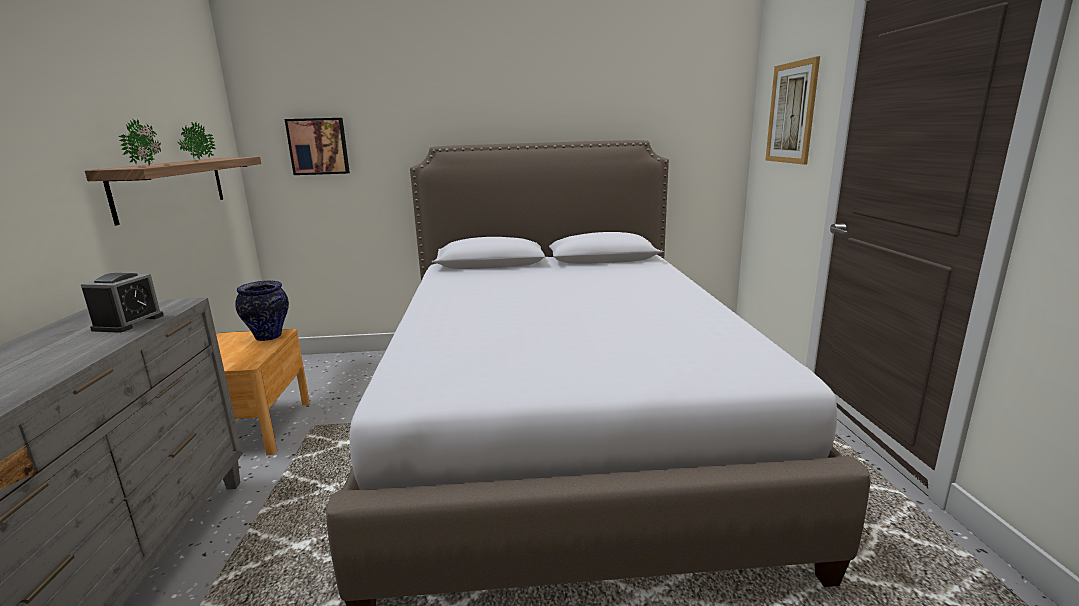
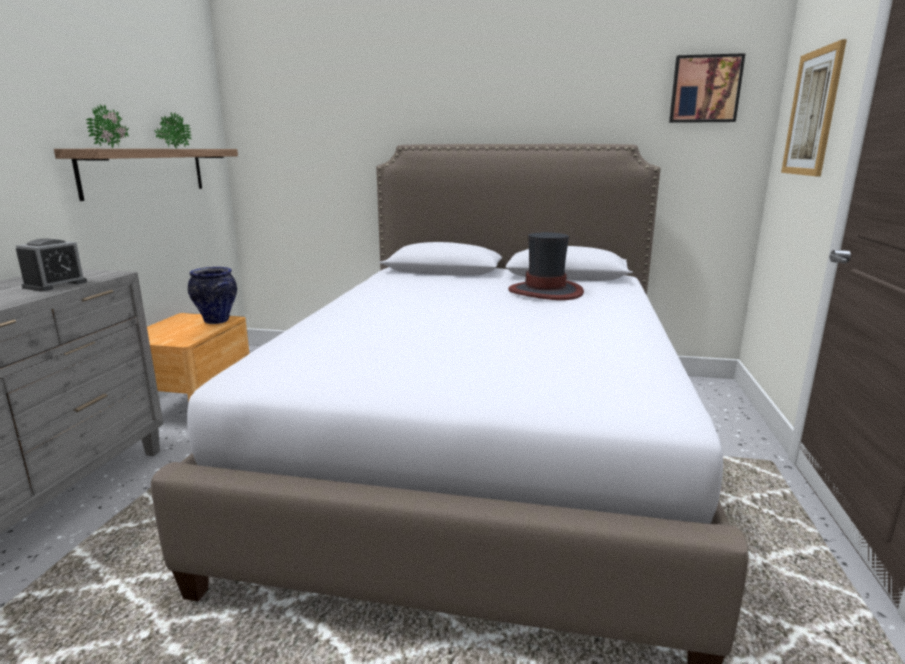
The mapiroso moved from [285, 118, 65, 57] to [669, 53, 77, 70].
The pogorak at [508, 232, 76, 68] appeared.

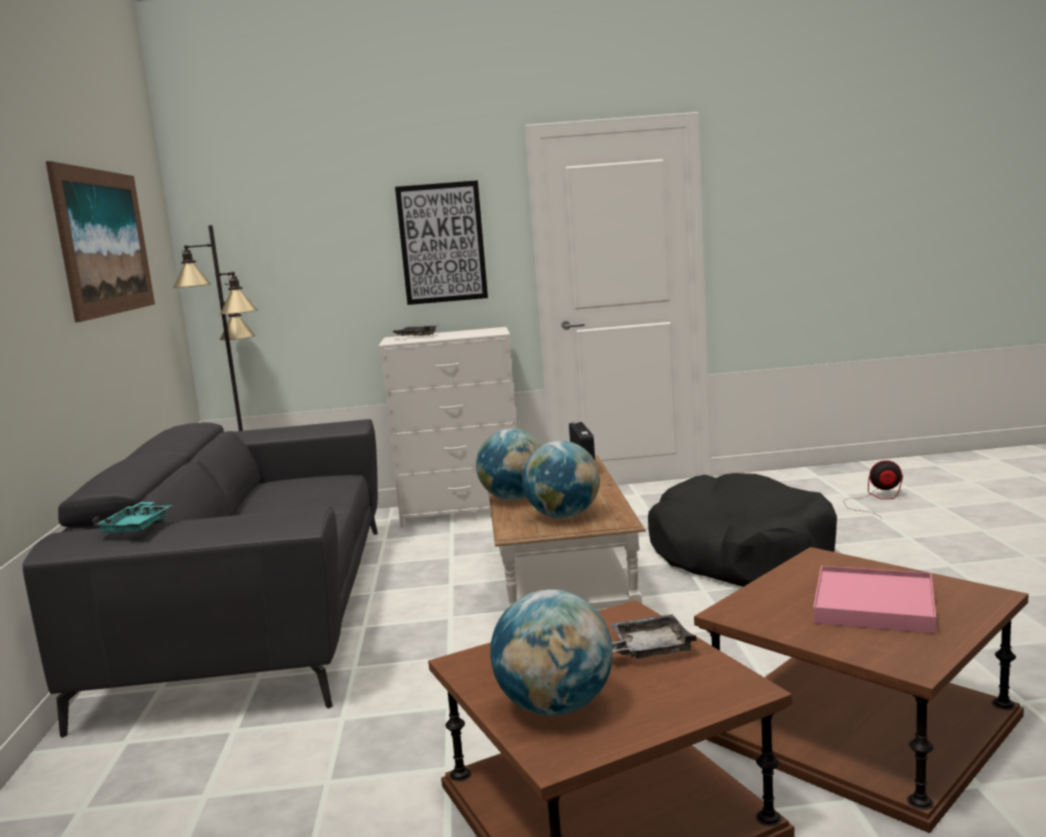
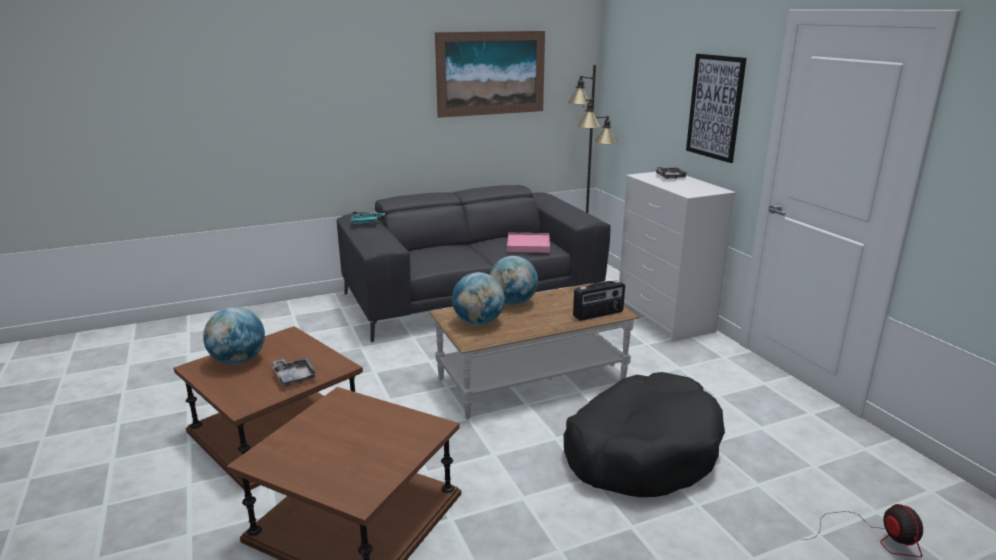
The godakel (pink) moved from [813, 566, 123, 68] to [507, 233, 43, 20].

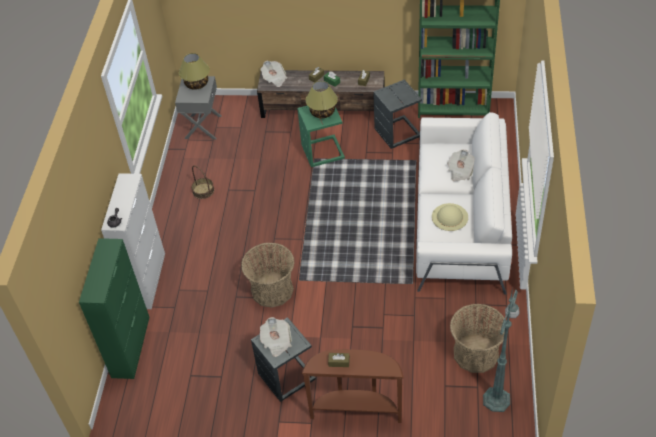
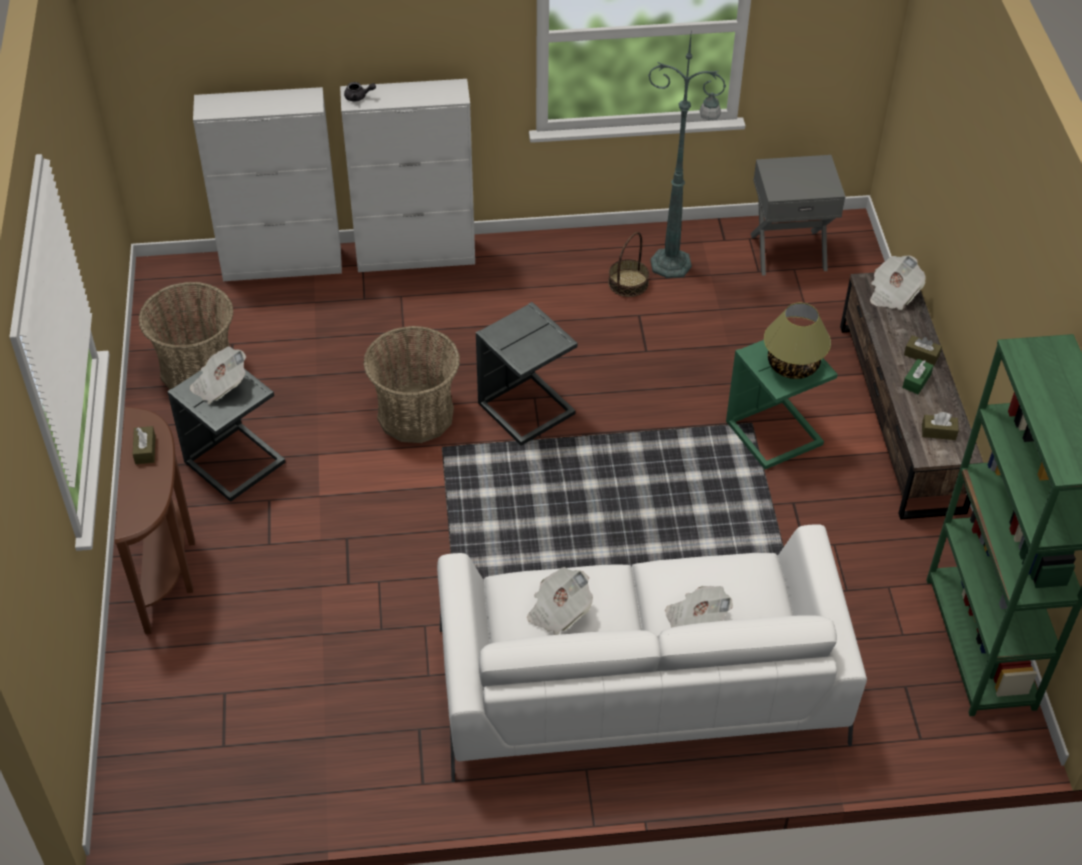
The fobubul at [179, 53, 31, 37] disappeared.
The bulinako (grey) moved from [373, 80, 49, 69] to [476, 302, 102, 144].
The pogorak (beige) at [432, 203, 36, 28] was replaced by the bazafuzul at [527, 567, 66, 68].
The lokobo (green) at [79, 238, 70, 141] became the lokobo (white) at [193, 87, 149, 194].
The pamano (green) moved from [483, 287, 36, 125] to [648, 36, 78, 242].
The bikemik moved from [450, 304, 55, 69] to [138, 282, 96, 108].

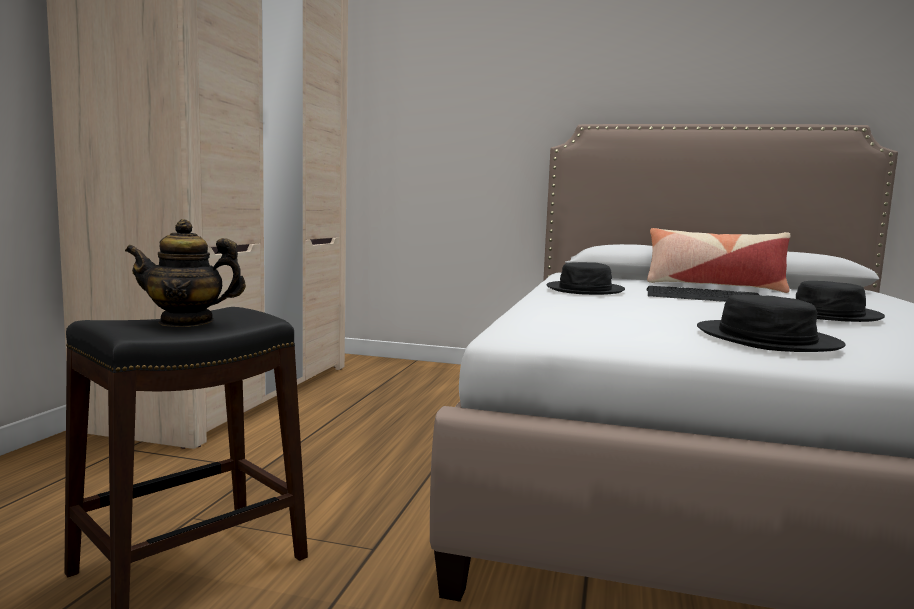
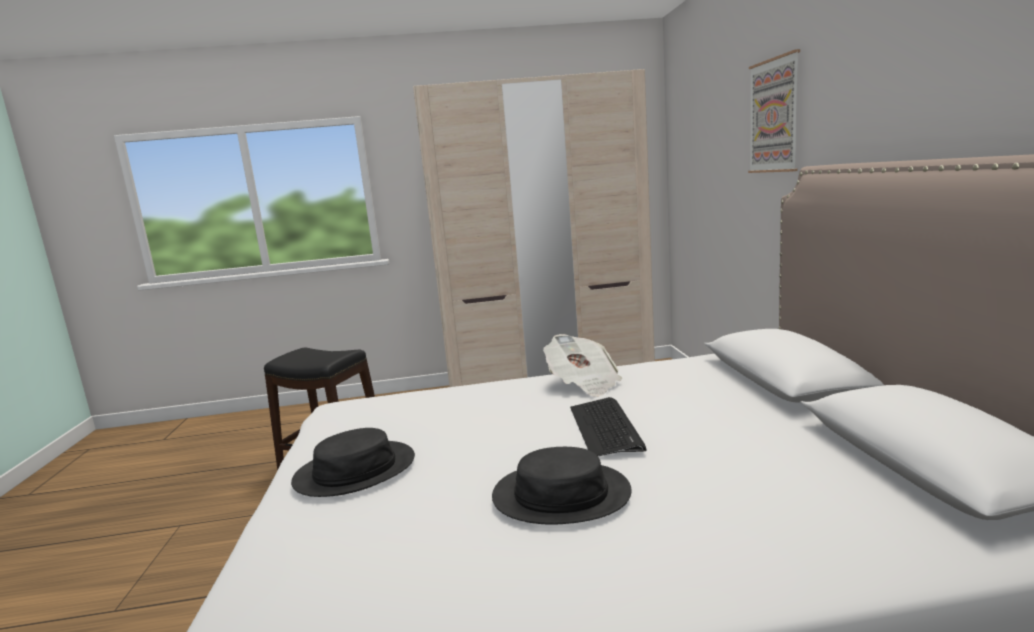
The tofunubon at [125, 219, 121, 108] disappeared.
The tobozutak at [647, 228, 143, 65] disappeared.
The pogorak (black) at [546, 262, 79, 33] was replaced by the bazafuzul at [543, 334, 79, 63].
The mapiroso at [748, 49, 52, 124] appeared.

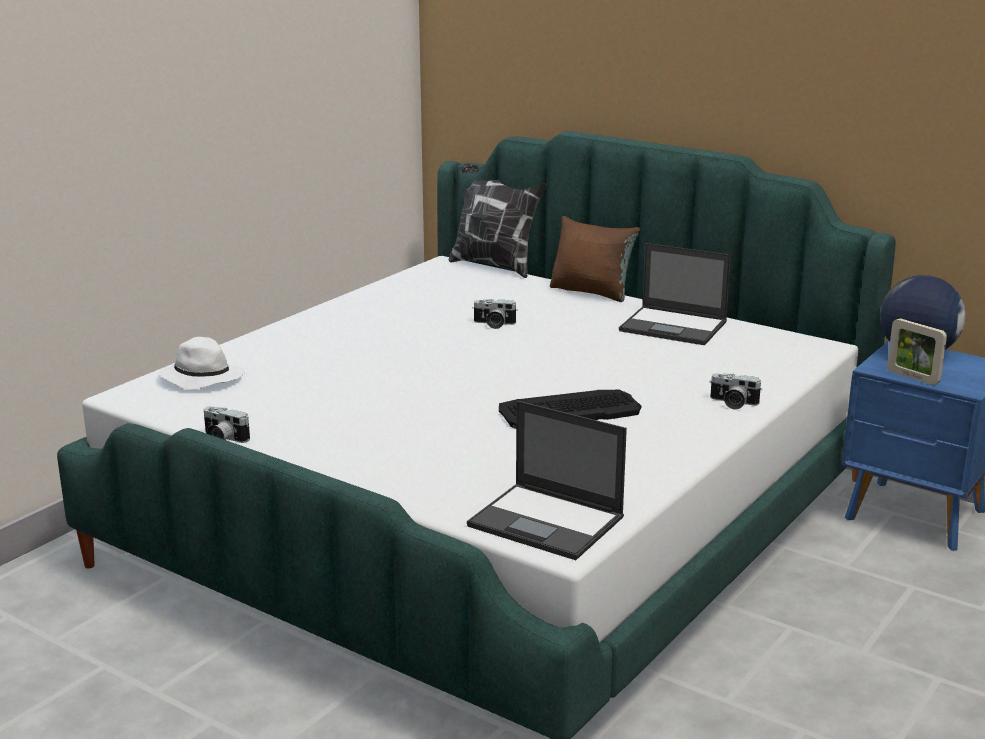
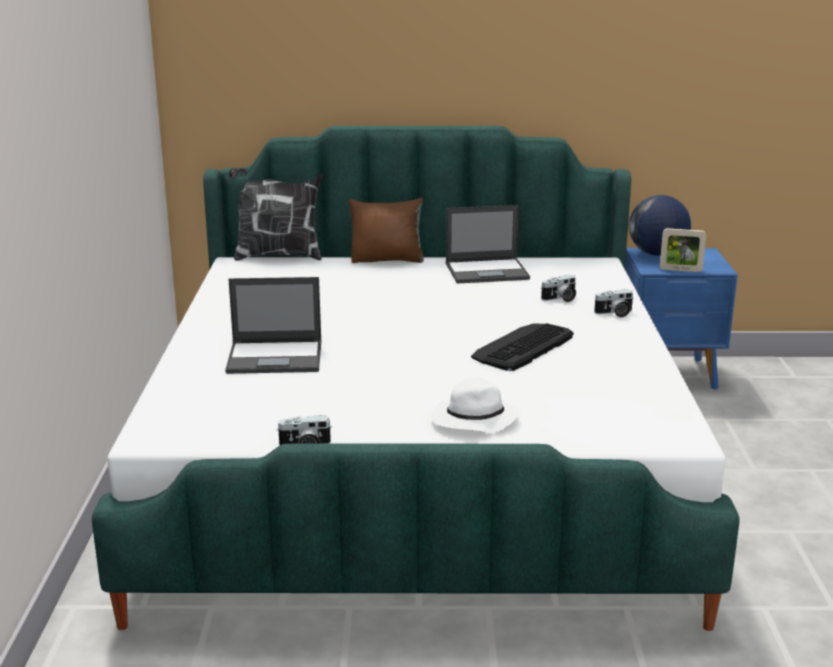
The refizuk moved from [472, 299, 46, 30] to [541, 275, 35, 27].
The pogorak (white) moved from [159, 337, 86, 53] to [431, 377, 89, 56].
The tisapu moved from [467, 401, 160, 159] to [225, 277, 96, 97].

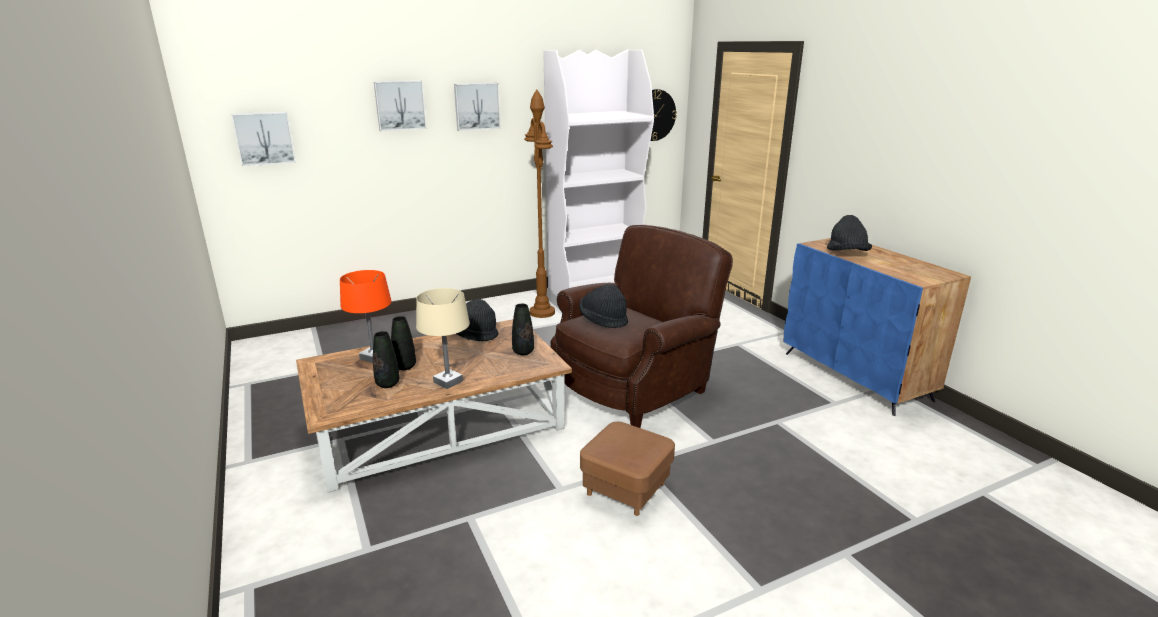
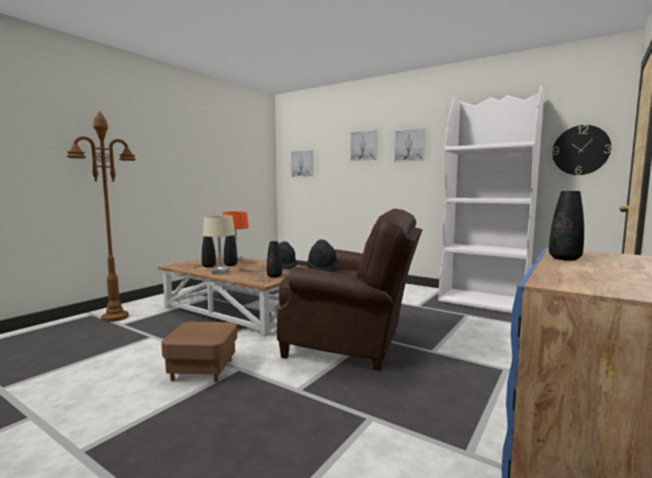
The pamano (brown) moved from [524, 89, 31, 229] to [67, 111, 69, 211].
The pogorak (black) at [827, 215, 45, 36] was replaced by the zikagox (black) at [549, 191, 35, 70].

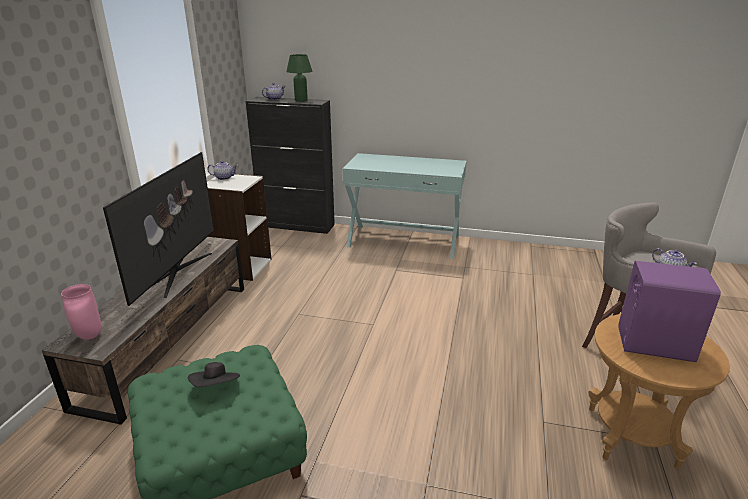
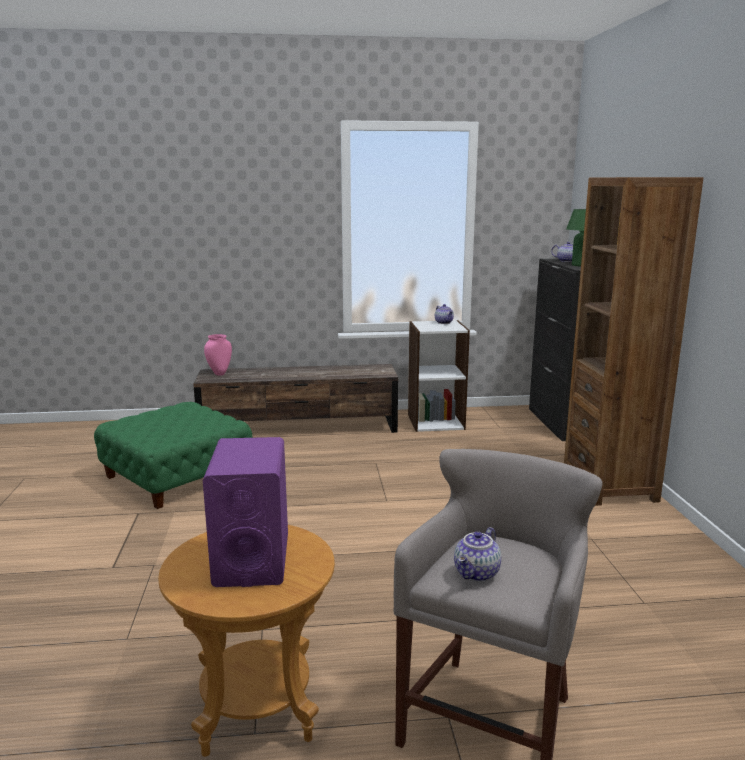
The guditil at [103, 152, 111, 154] disappeared.
The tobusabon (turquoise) at [343, 153, 124, 106] was replaced by the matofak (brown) at [564, 177, 139, 329].
The pogorak (black) at [188, 362, 52, 25] disappeared.

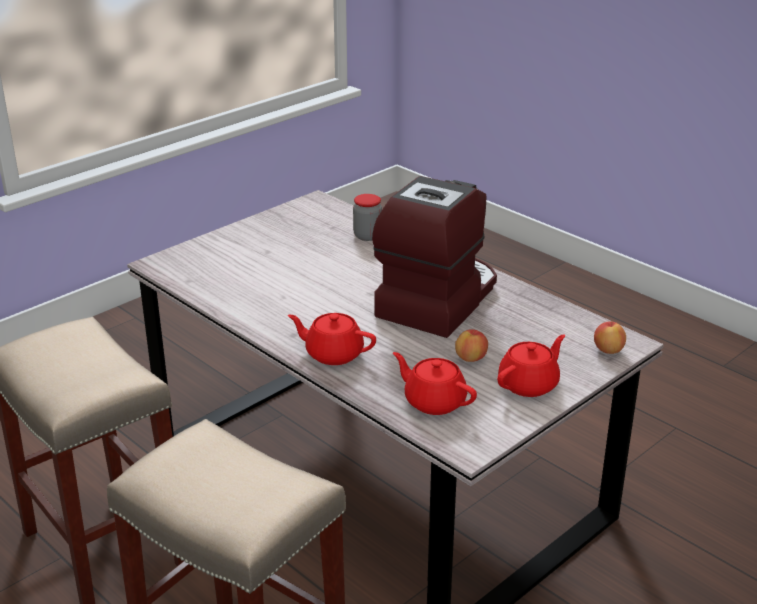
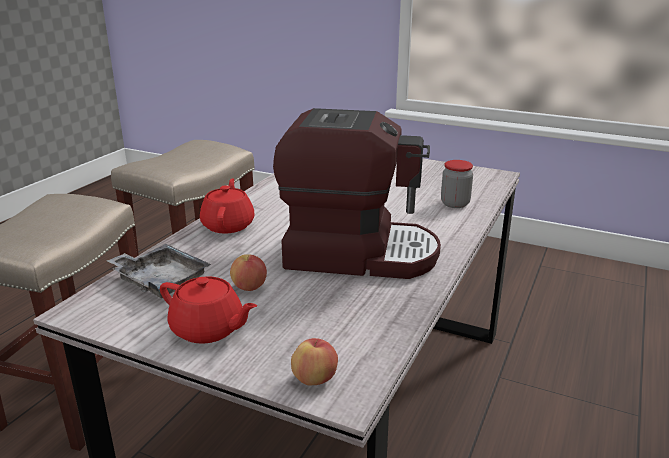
The tofunubon (red) at [393, 352, 84, 63] was replaced by the godakel (grey) at [107, 244, 104, 54].

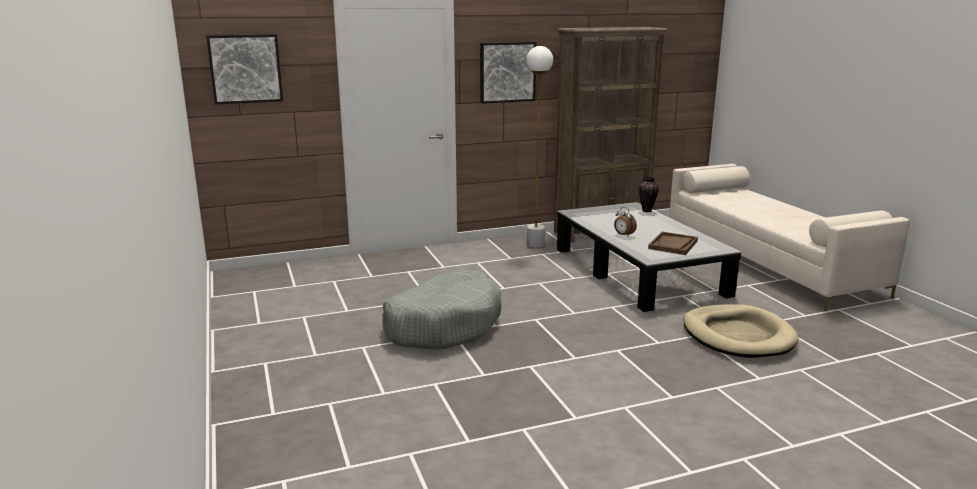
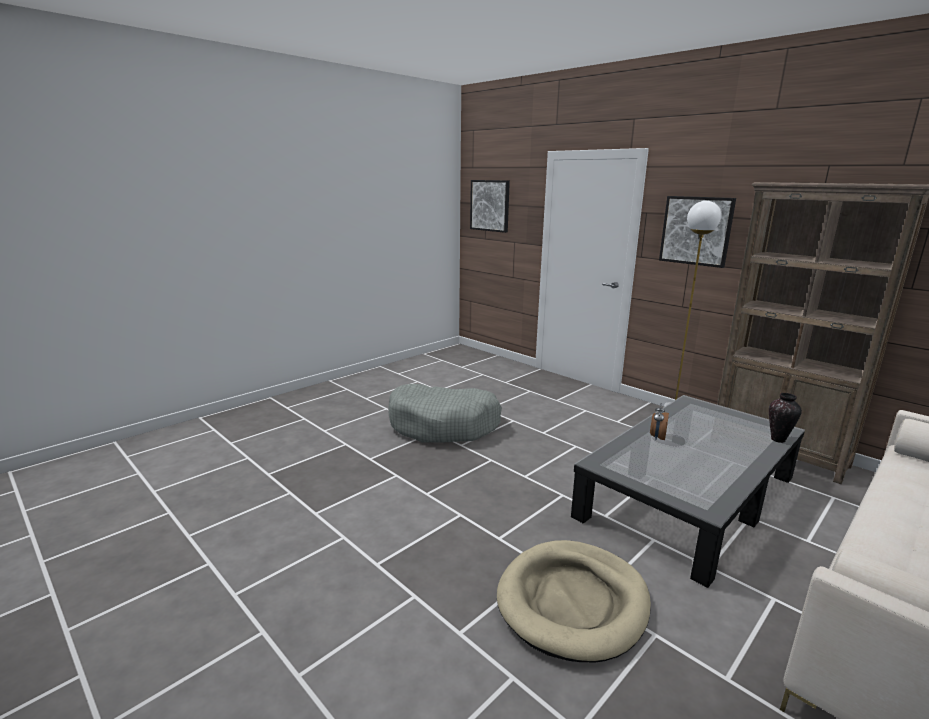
The godakel (brown) at [648, 232, 50, 23] disappeared.

